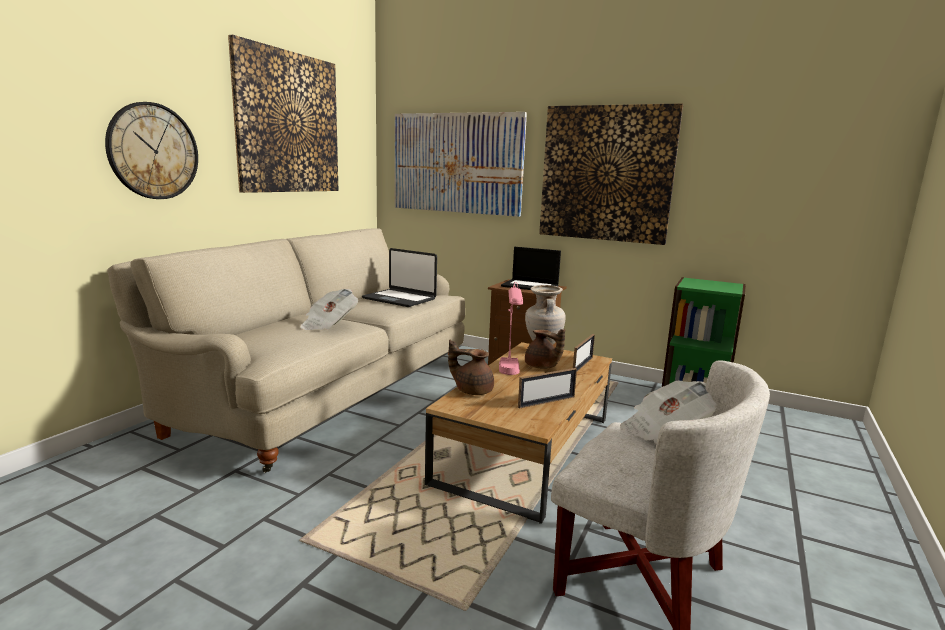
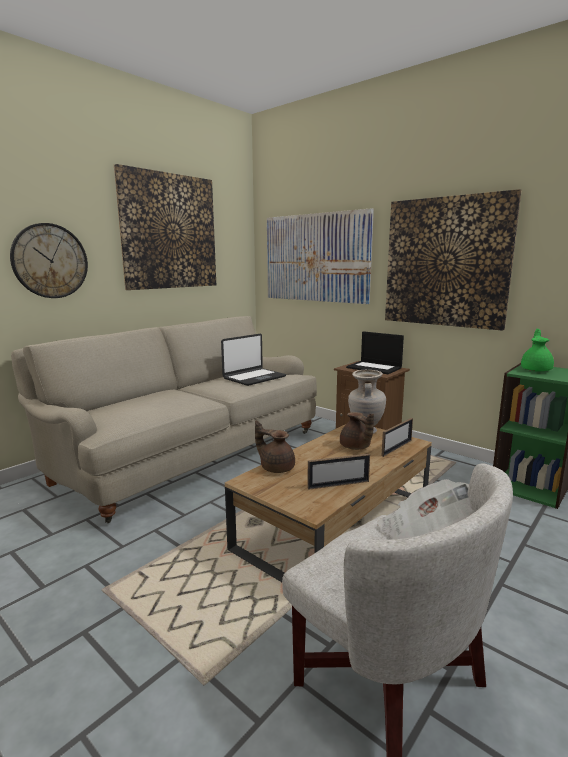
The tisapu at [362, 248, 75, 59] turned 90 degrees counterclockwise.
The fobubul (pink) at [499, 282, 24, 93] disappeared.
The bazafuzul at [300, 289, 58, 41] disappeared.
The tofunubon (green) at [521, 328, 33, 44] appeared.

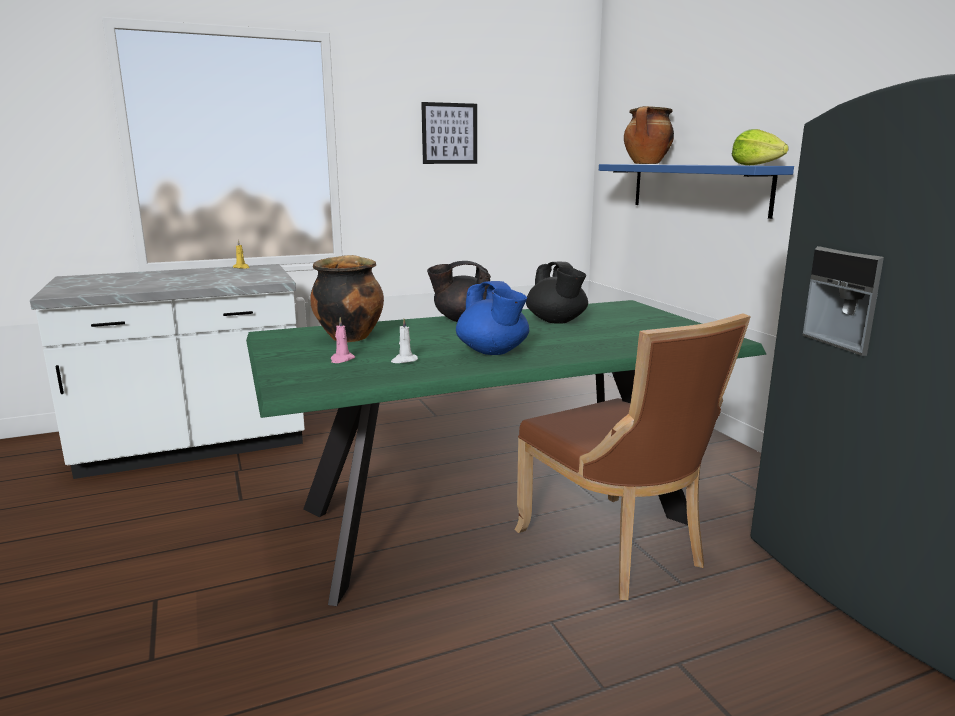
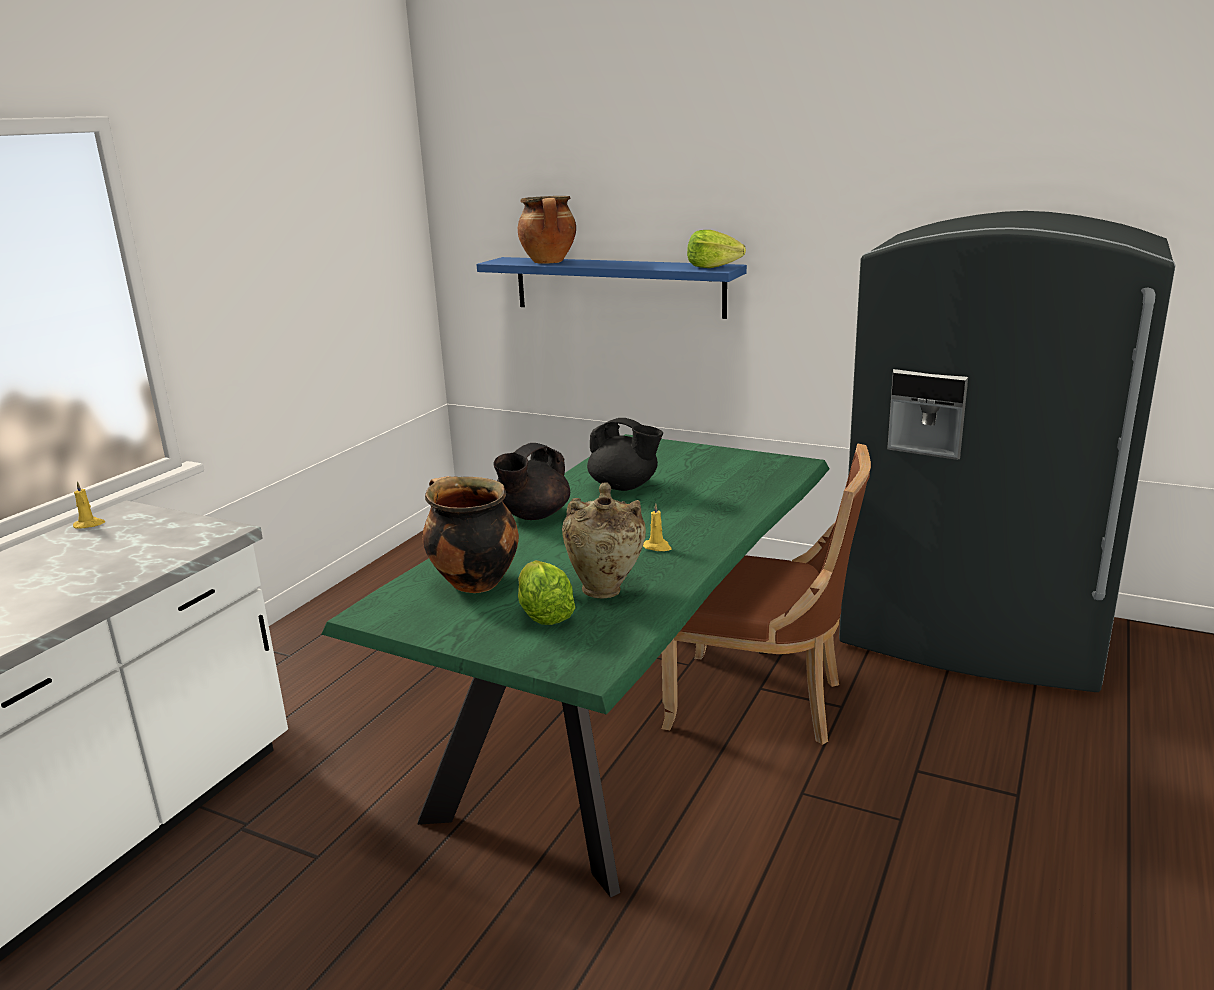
The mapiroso at [421, 102, 56, 62] disappeared.
The tofunubon (blue) at [456, 281, 73, 74] was replaced by the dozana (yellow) at [643, 503, 29, 48].
The dozana (pink) at [331, 317, 24, 46] was replaced by the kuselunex at [518, 560, 57, 65].
The dozana (white) at [391, 319, 27, 44] was replaced by the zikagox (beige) at [562, 483, 84, 115].

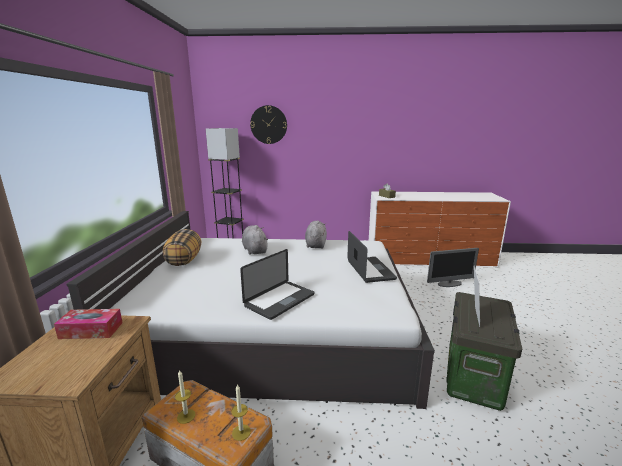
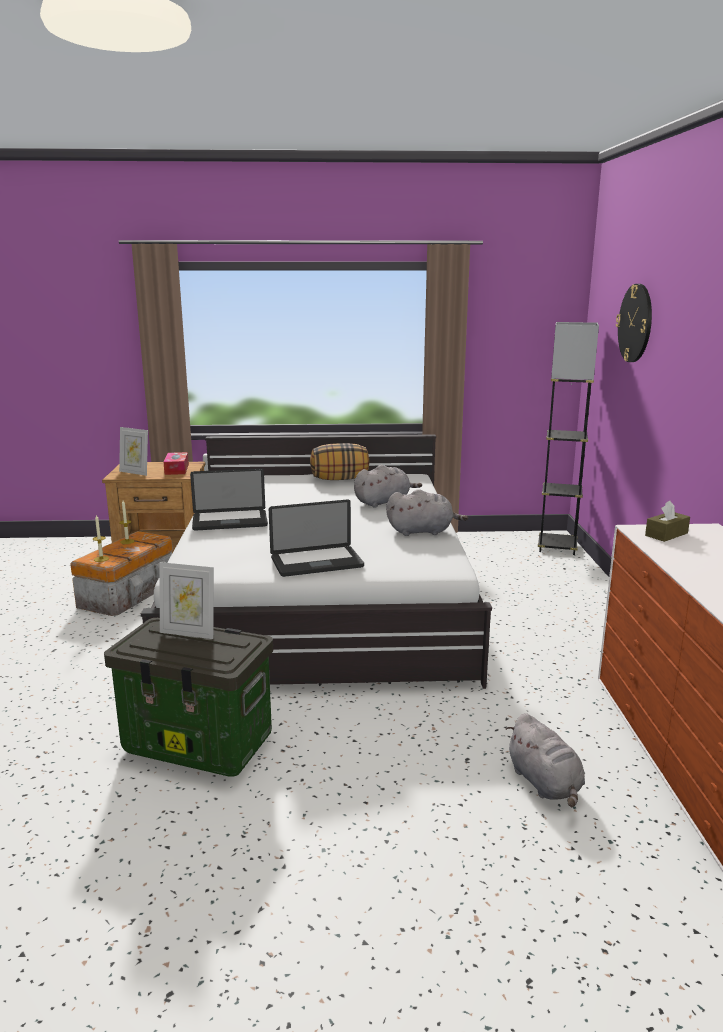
The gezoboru at [427, 248, 52, 39] was replaced by the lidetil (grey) at [506, 713, 79, 94].
The tisapu at [240, 249, 74, 71] turned 45 degrees counterclockwise.
The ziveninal at [119, 427, 29, 49] appeared.

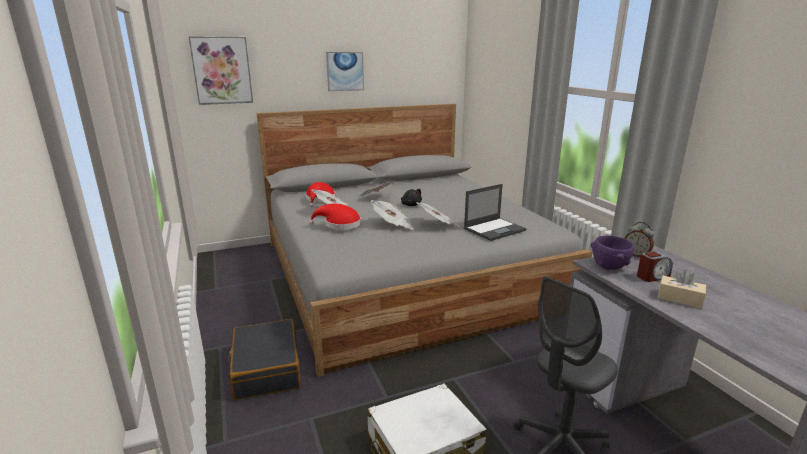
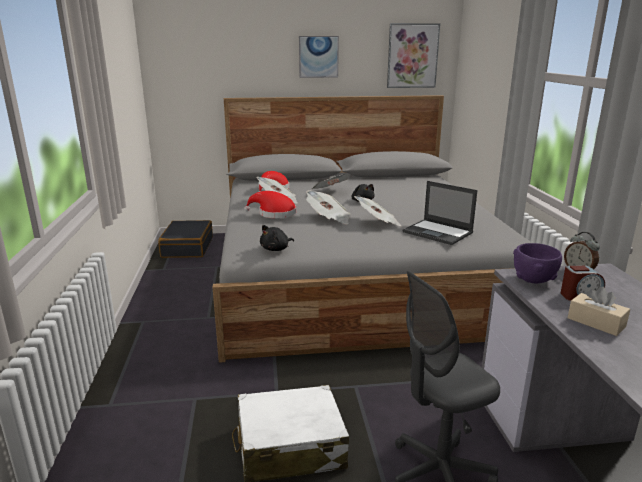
The mapiroso moved from [188, 36, 65, 69] to [387, 23, 53, 65].
The tisapu at [464, 184, 62, 57] turned 60 degrees clockwise.
The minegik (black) moved from [228, 319, 73, 81] to [158, 220, 55, 38].
The lidetil (black) at [260, 225, 34, 26] appeared.

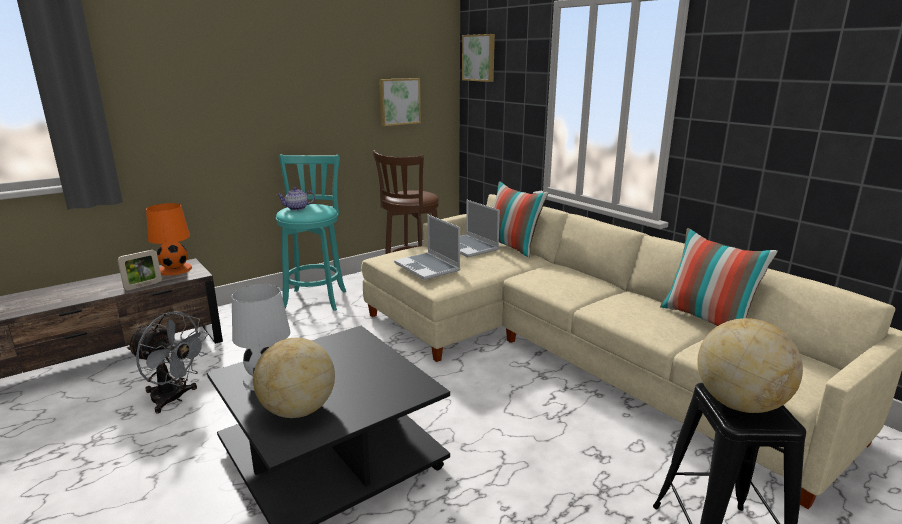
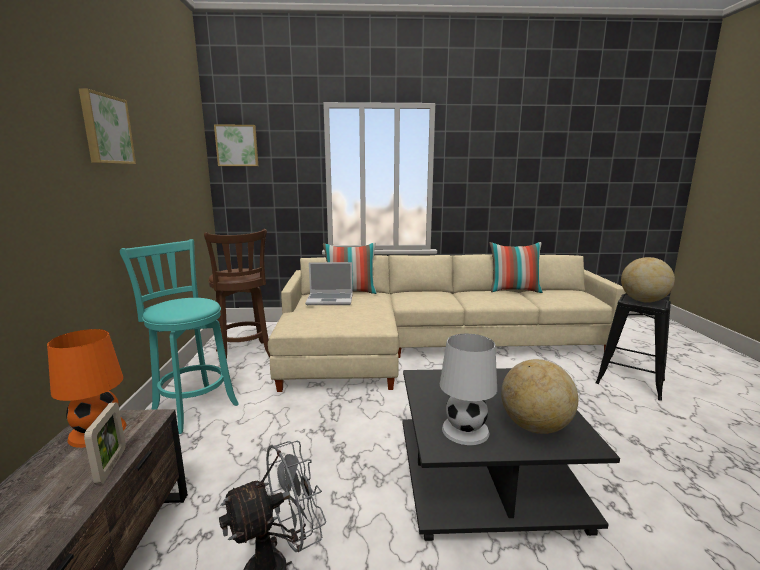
The mapiroso moved from [379, 78, 42, 48] to [79, 88, 57, 76].
The tofunubon at [277, 187, 38, 23] disappeared.
The tisapu at [394, 214, 66, 66] disappeared.

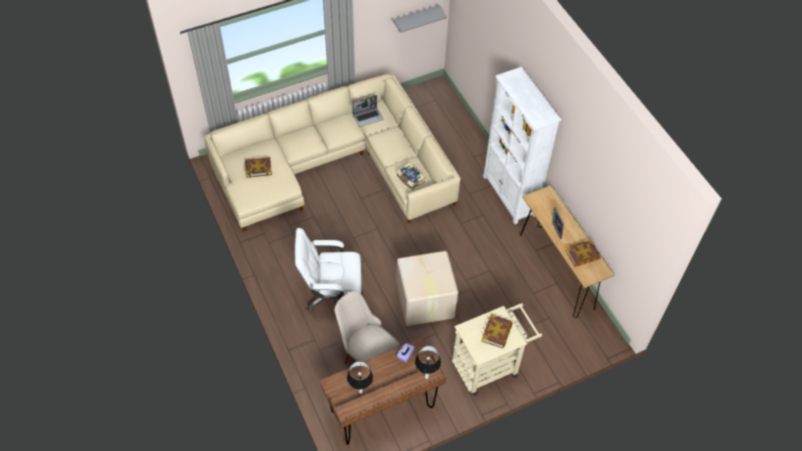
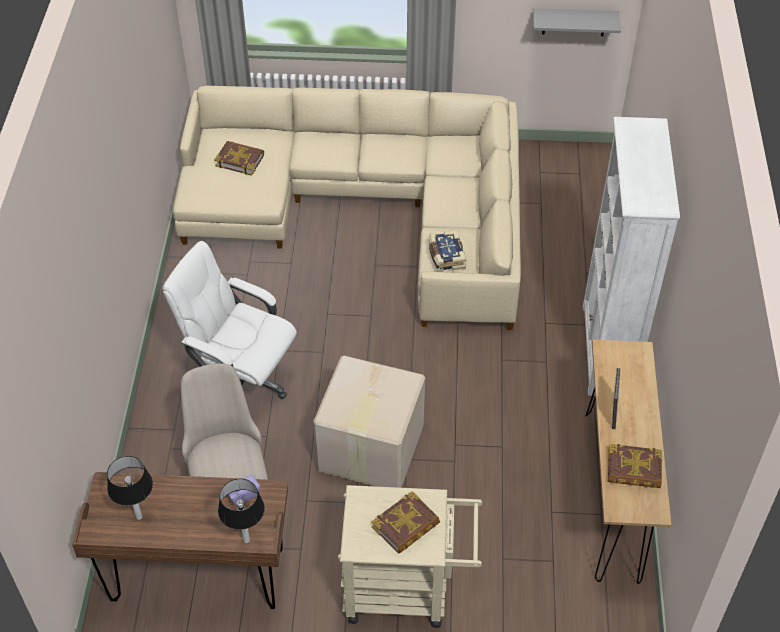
The tisapu at [352, 95, 32, 32] disappeared.

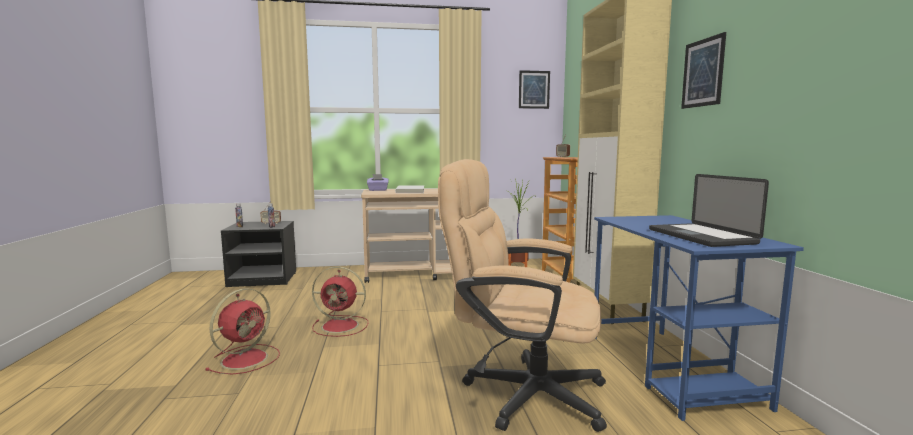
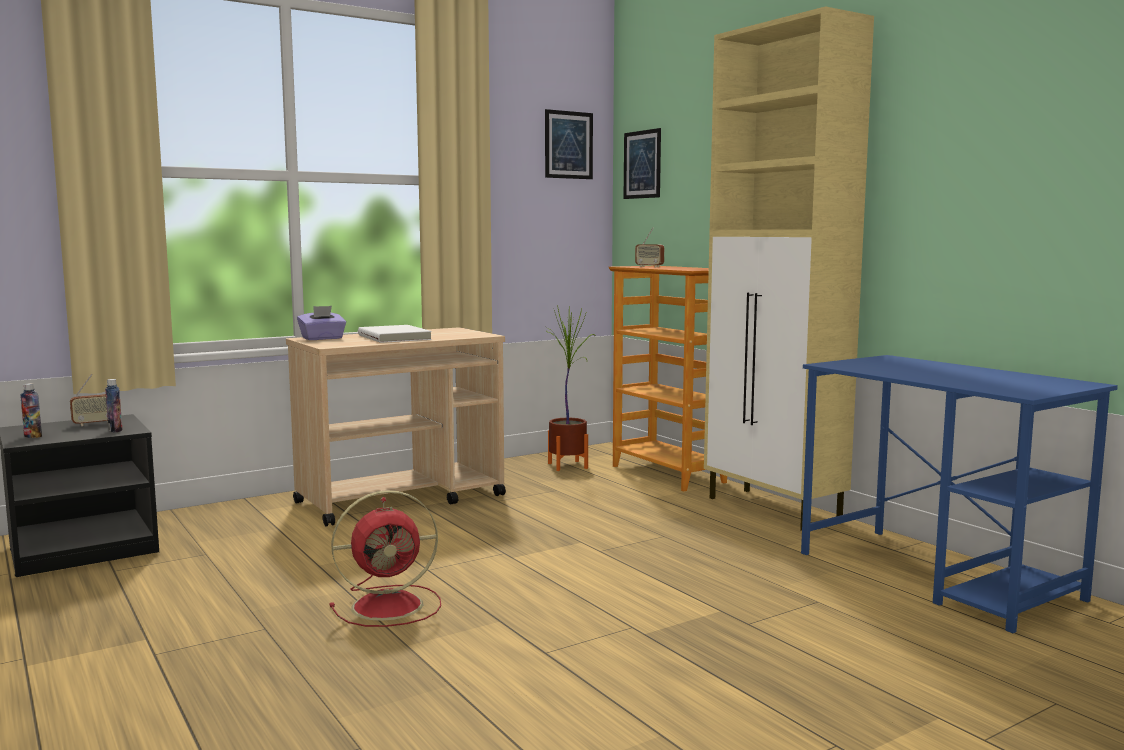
The mapiroso moved from [681, 32, 45, 77] to [624, 128, 37, 71].
The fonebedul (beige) at [438, 159, 169, 273] disappeared.
The tisapu at [649, 174, 120, 73] disappeared.
The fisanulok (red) at [205, 288, 75, 87] disappeared.

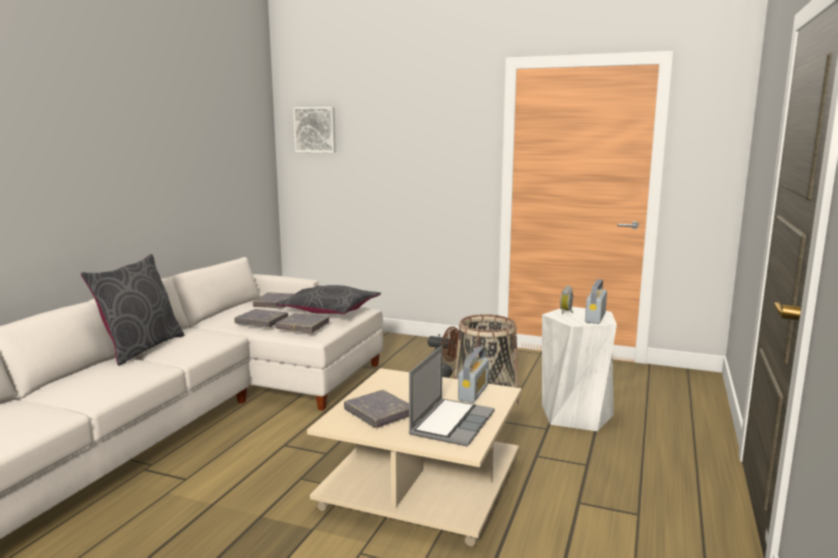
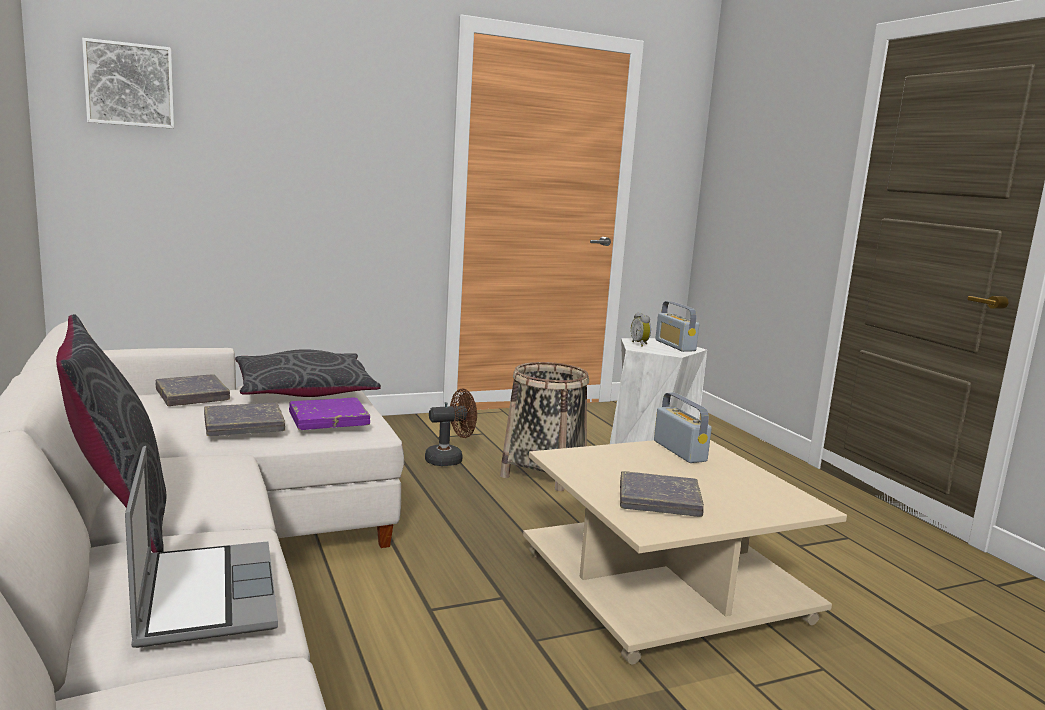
The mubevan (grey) at [276, 313, 53, 20] became the mubevan (purple) at [289, 397, 81, 33].
The tisapu moved from [409, 346, 86, 101] to [125, 446, 153, 202].

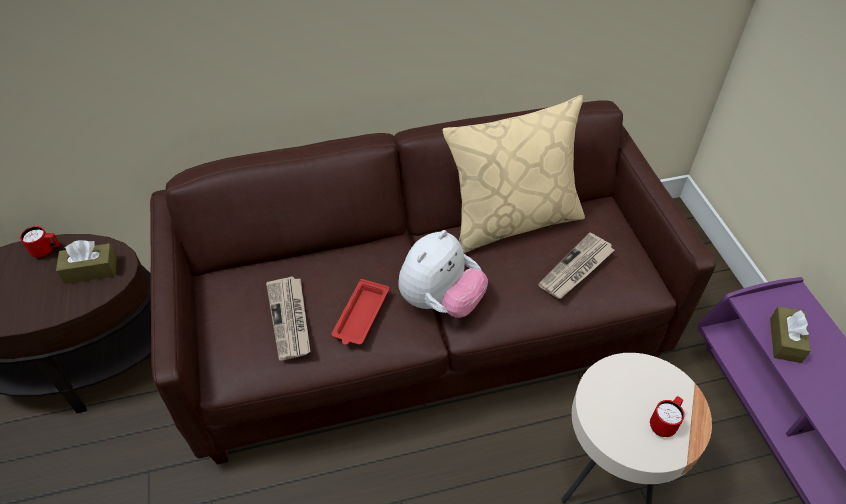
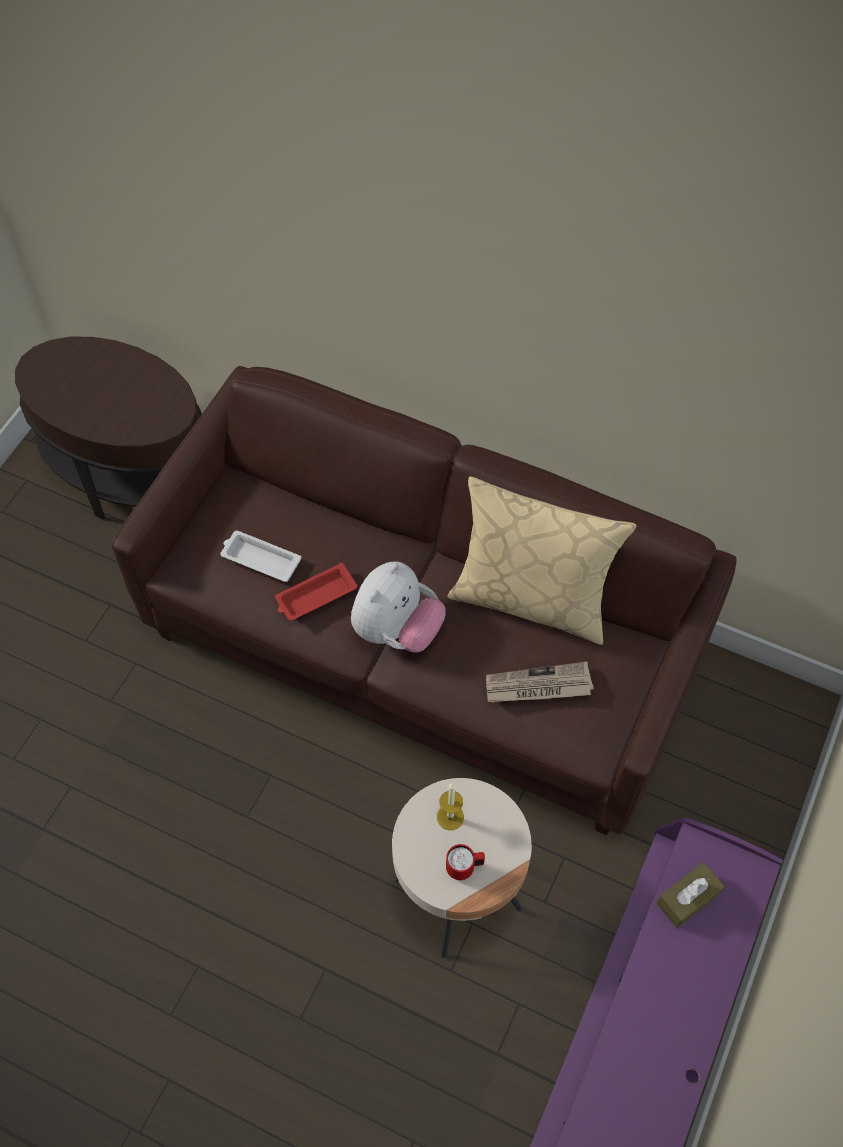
The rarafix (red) at [20, 226, 40, 32] disappeared.
The lidetil at [398, 230, 90, 88] turned 45 degrees counterclockwise.
The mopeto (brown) at [56, 240, 61, 44] disappeared.
The bazafuzul at [266, 276, 45, 85] was replaced by the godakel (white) at [220, 531, 81, 51].
The dozana at [437, 784, 27, 46] appeared.

